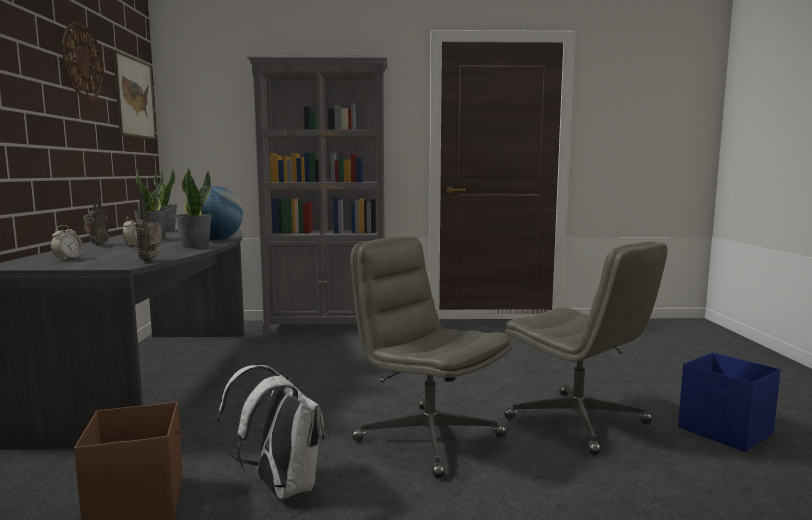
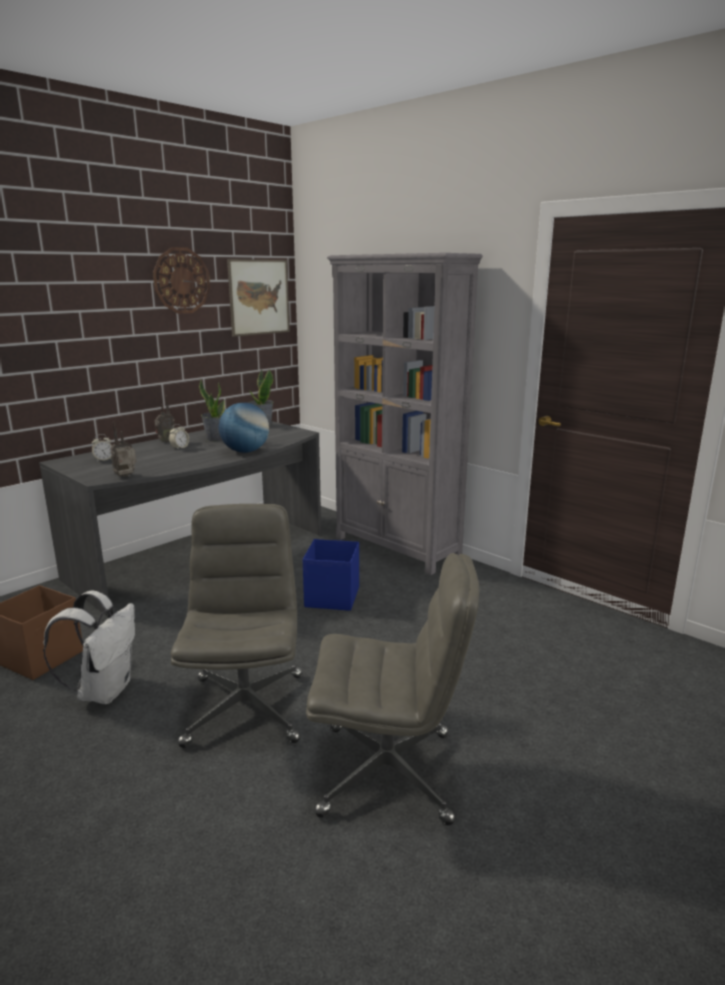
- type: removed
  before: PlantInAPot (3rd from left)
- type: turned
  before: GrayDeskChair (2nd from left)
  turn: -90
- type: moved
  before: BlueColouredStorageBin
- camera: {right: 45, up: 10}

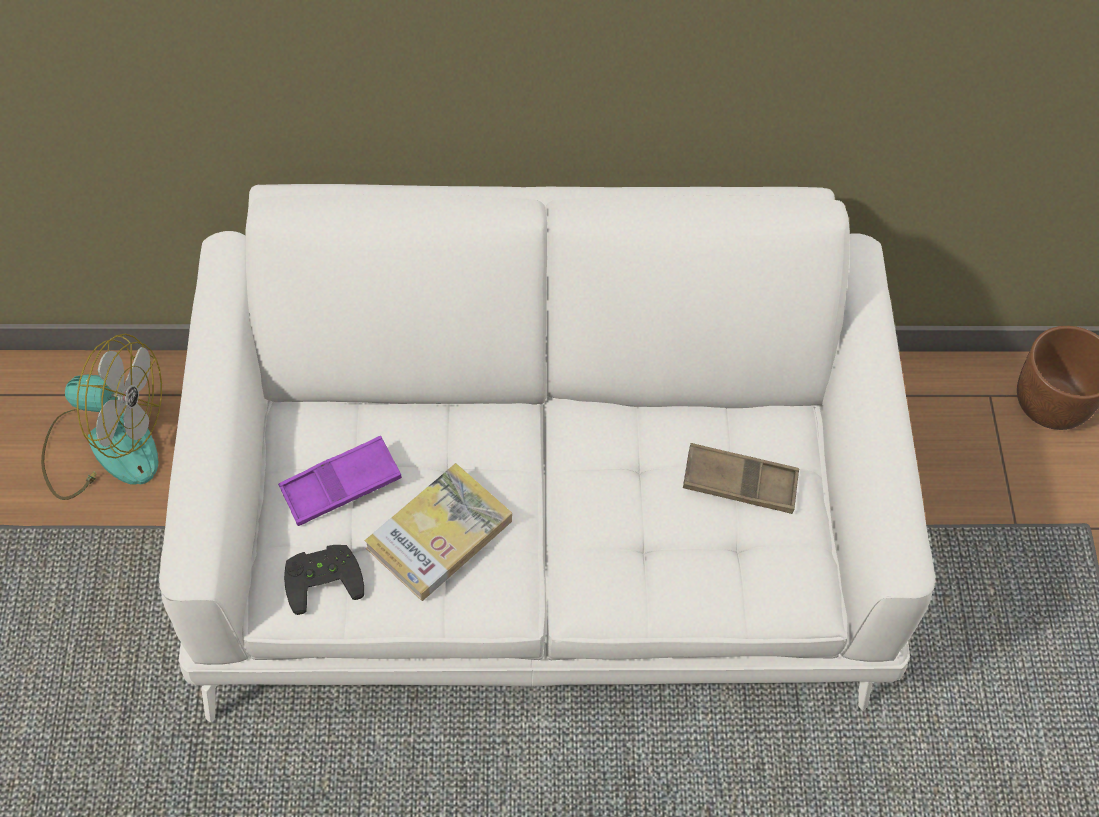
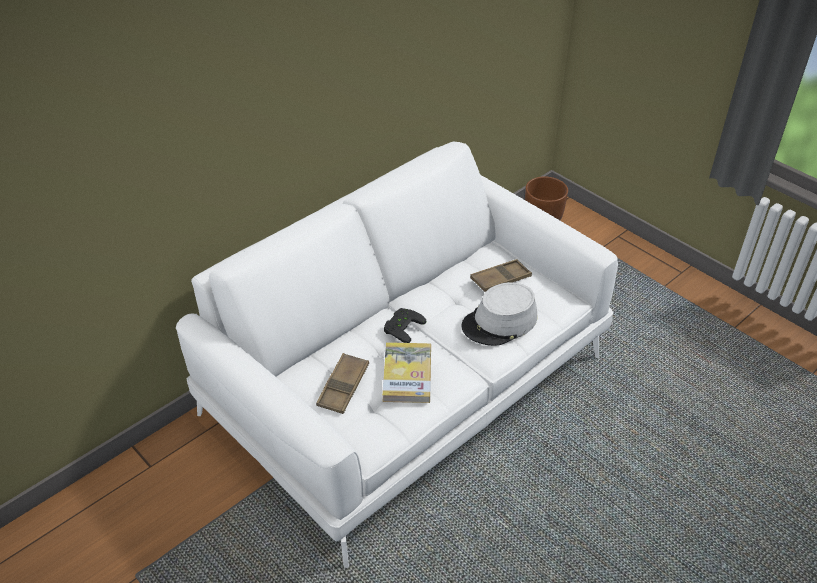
- type: removed
  before: Fan
- type: recoloured
  before: PurpleServingTray
  after: BrownServingTray (1st from left)
- type: moved
  before: BlackColouredGameController
- type: added
  after: GrayWearableHat
- camera: {right: -40, up: -15}

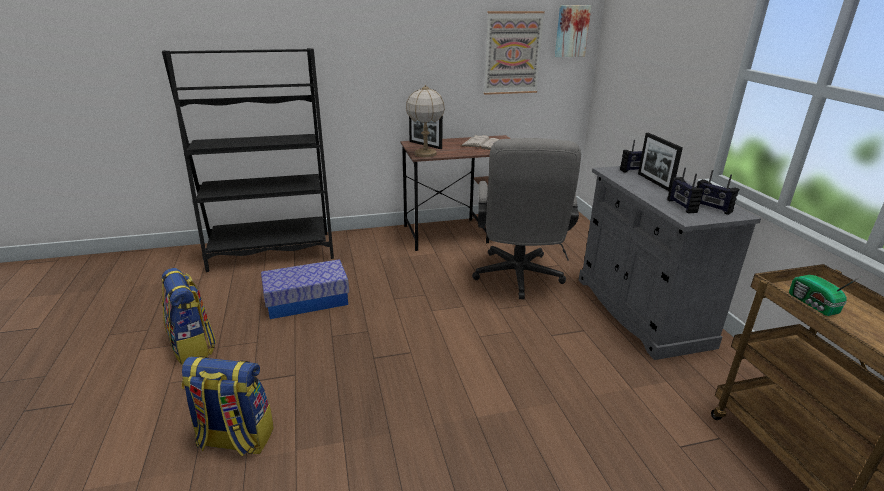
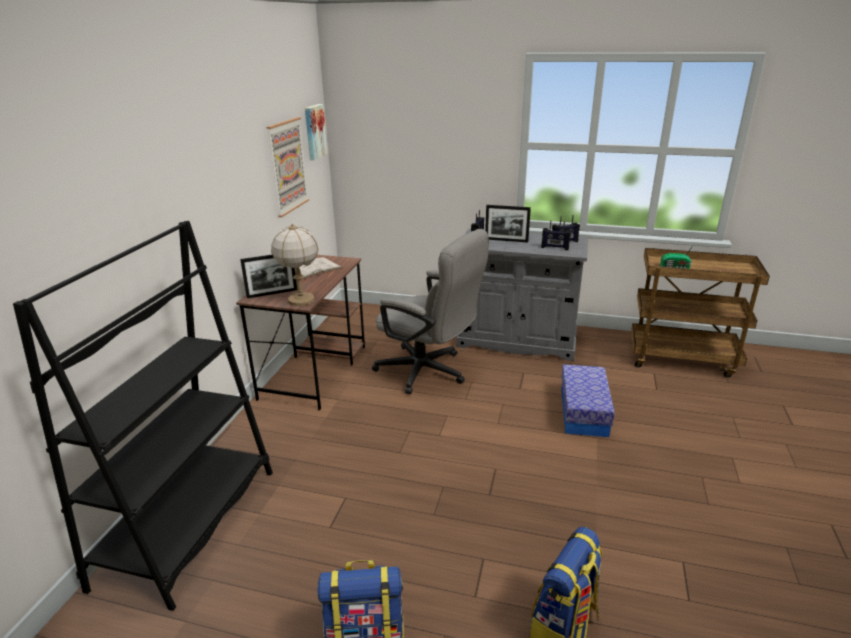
- type: moved
  before: StorageBin
- camera: {right: -60, up: 0}

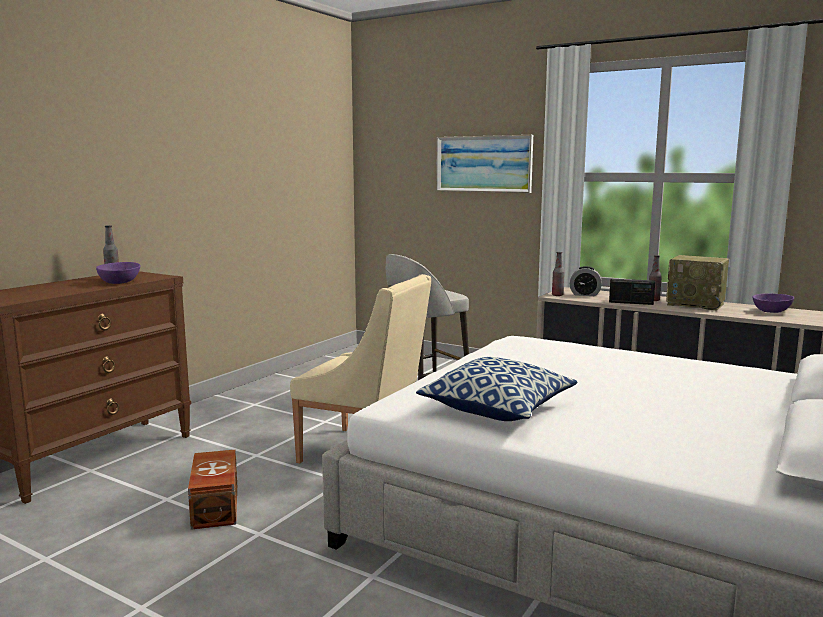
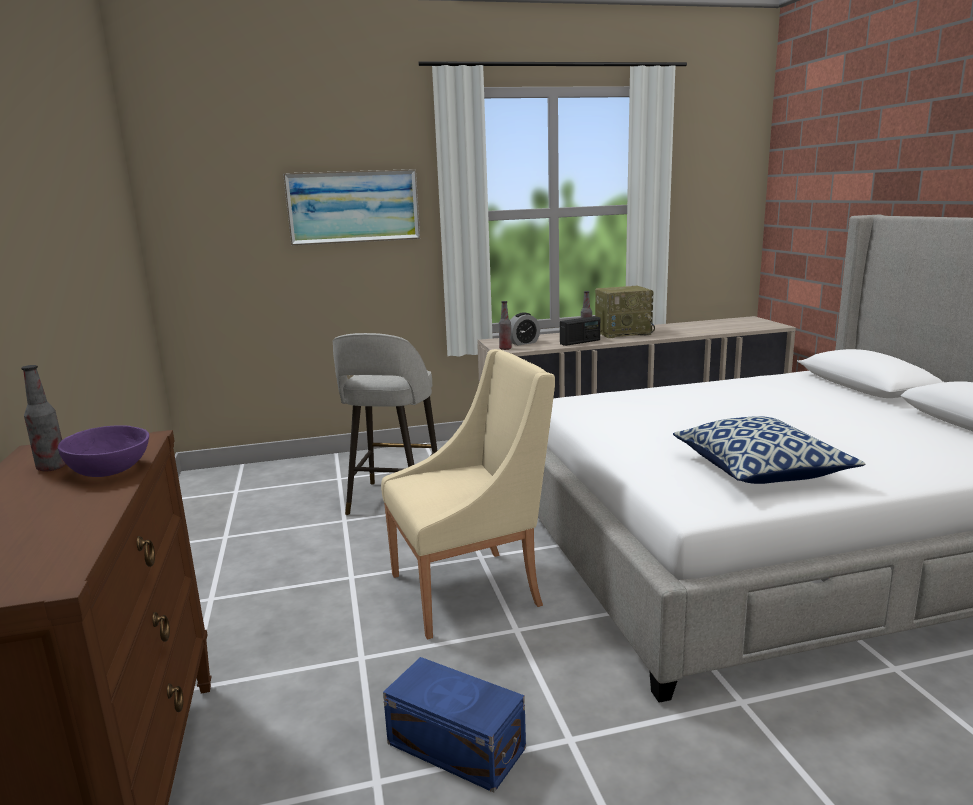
- type: recoloured
  before: BrownStorageBin
  after: BlueColouredStorageBin
- type: removed
  before: PurpleBowl (2nd from left)
- camera: {right: -45, up: 5}

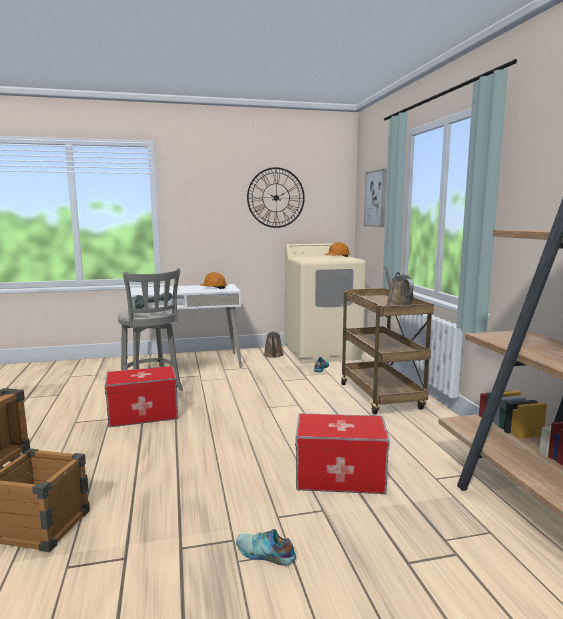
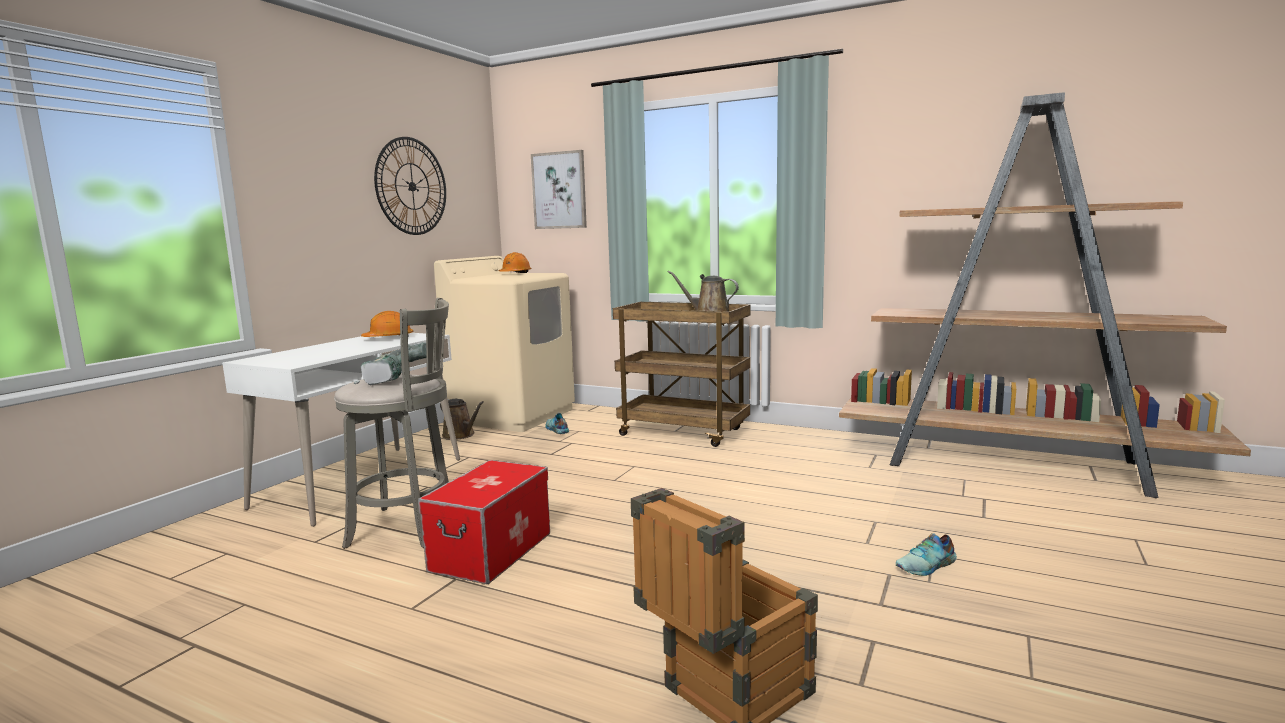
- type: removed
  before: StorageBin (2nd from left)
- camera: {right: -50, up: 0}

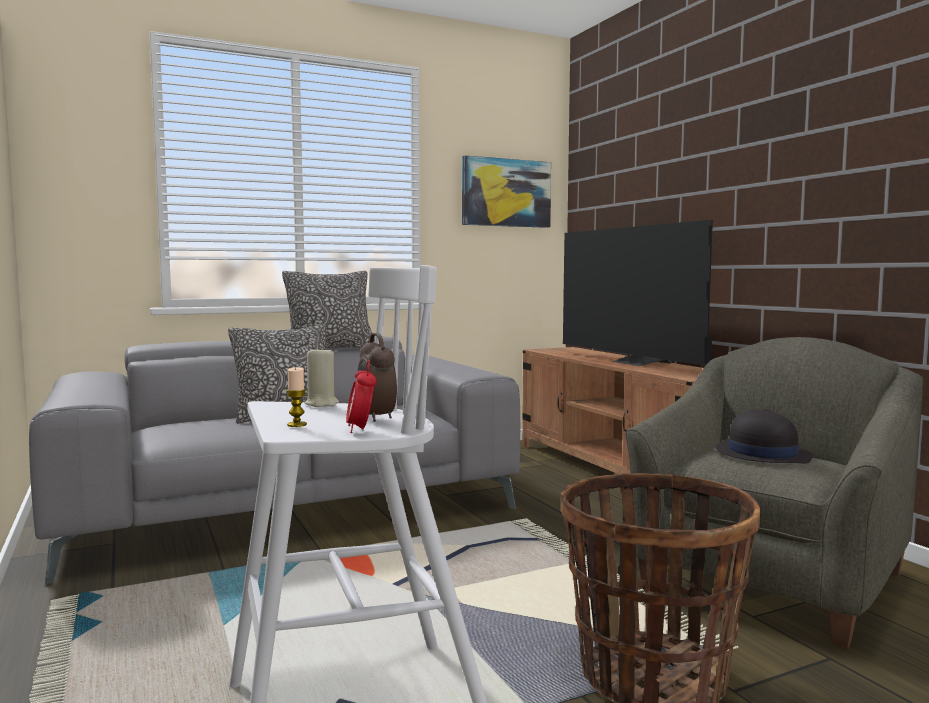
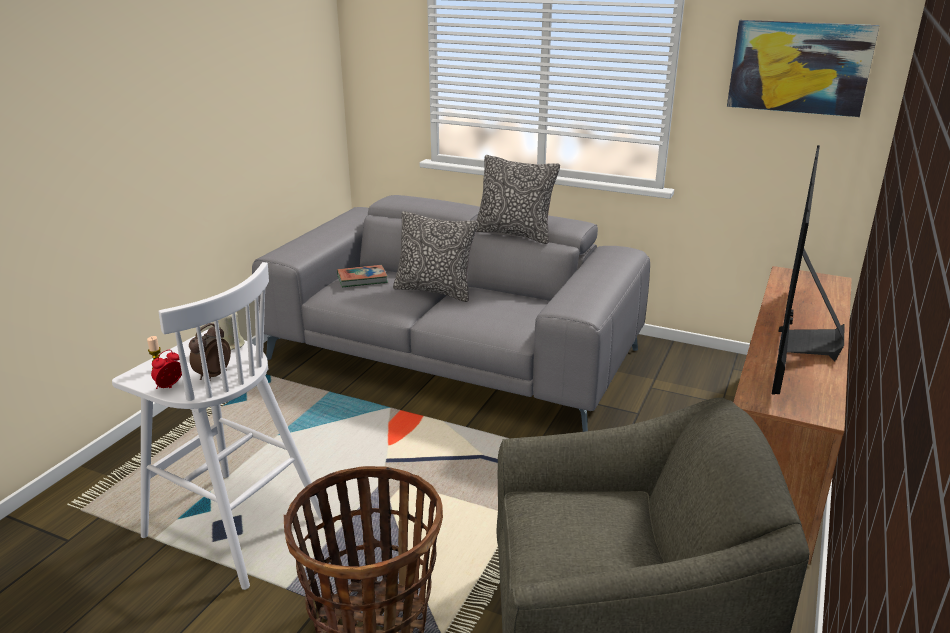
- type: removed
  before: BlackColouredWearableHat
- type: added
  after: Book
- camera: {right: 50, up: 20}

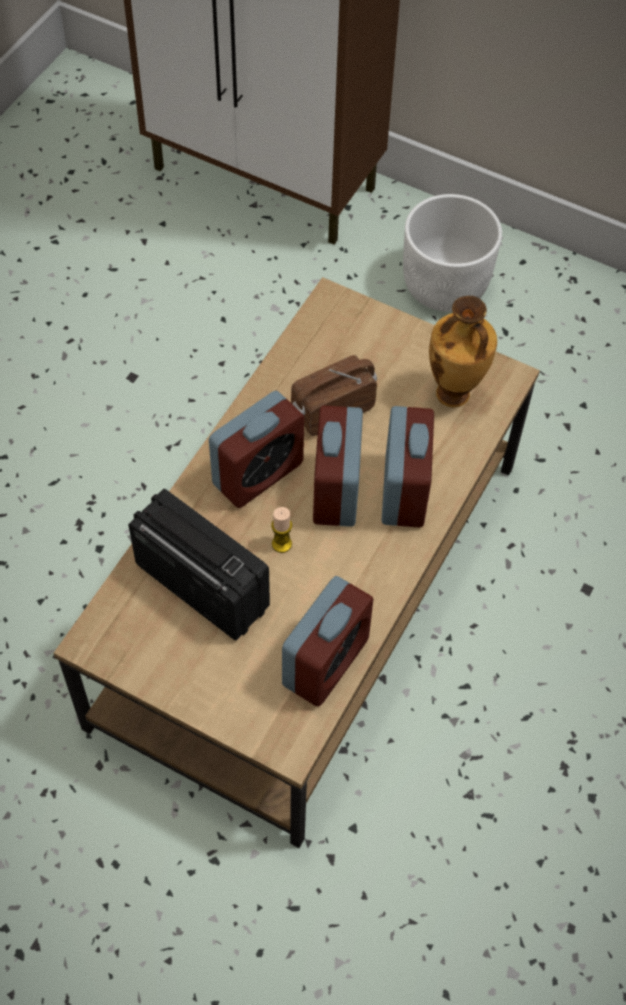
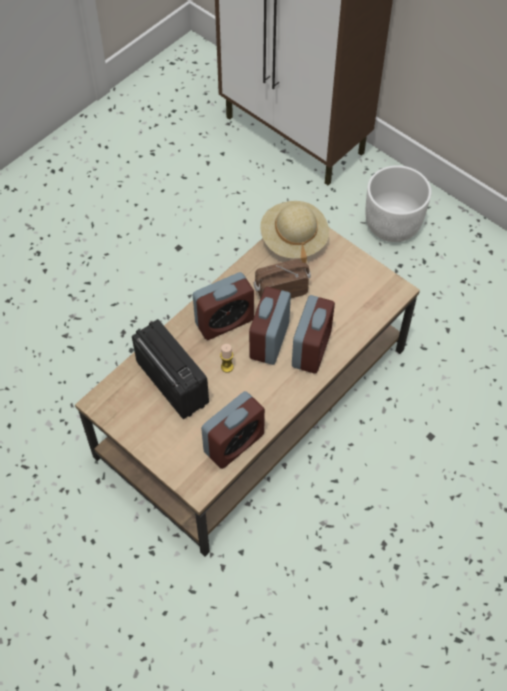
- type: removed
  before: Vase
- type: added
  after: BeigeWearableHat
- camera: {right: 15, up: 0}

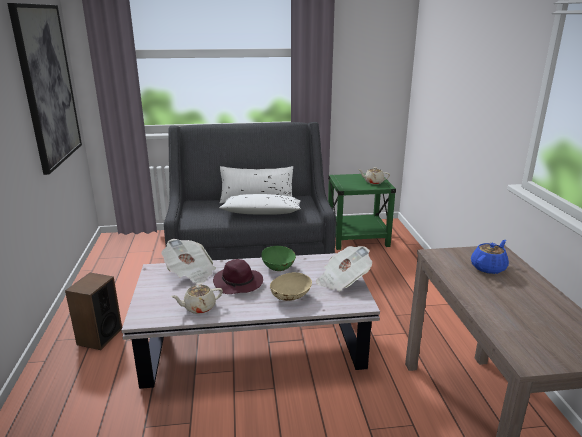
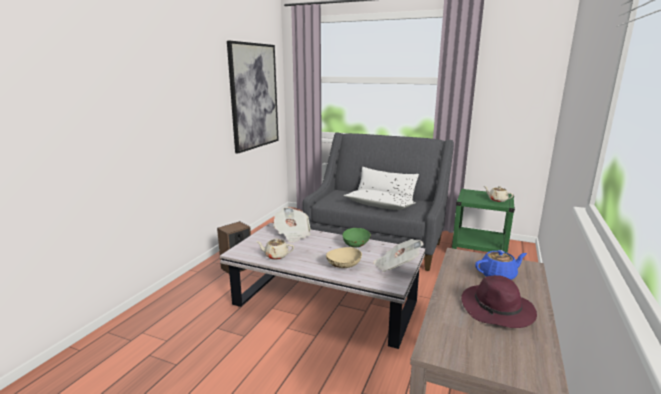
- type: moved
  before: PurpleWearableHat
- camera: {right: 30, up: -5}

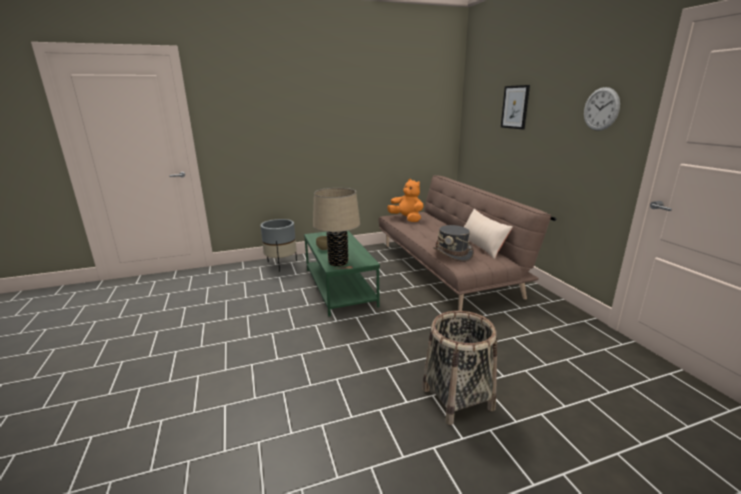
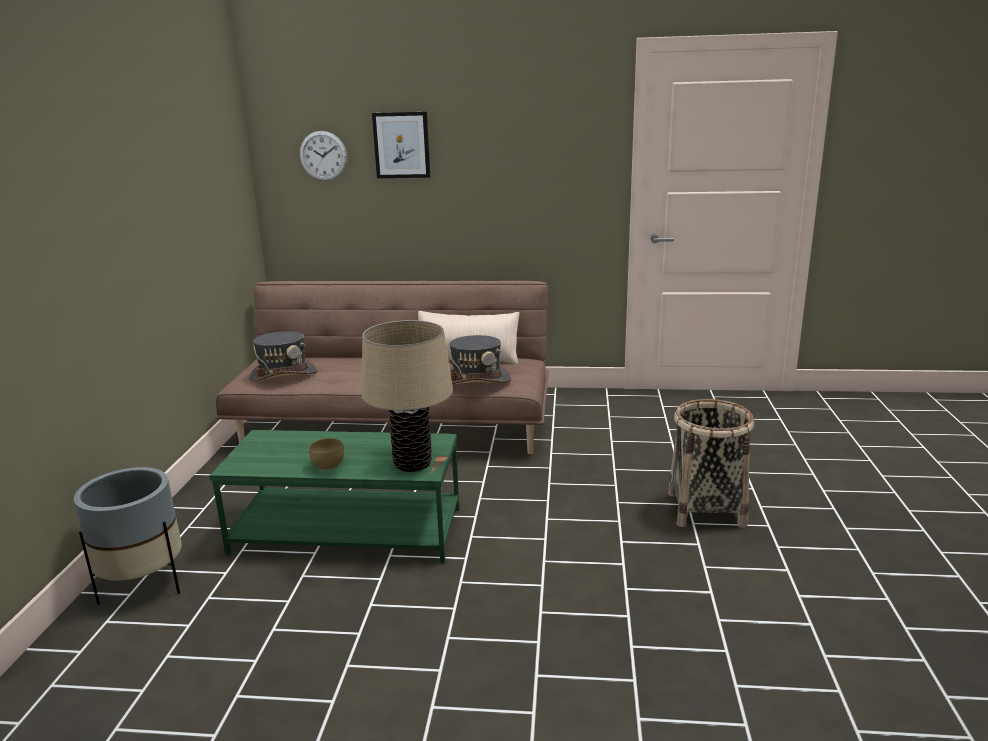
- type: replaced
  before: OrangeColouredCuddlyToy
  after: GrayWearableHat (1st from left)
- type: moved
  before: HangingClock
- camera: {right: -65, up: 0}

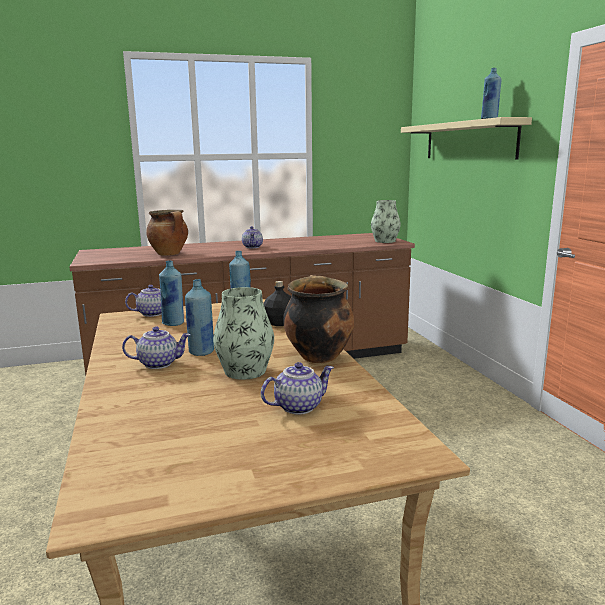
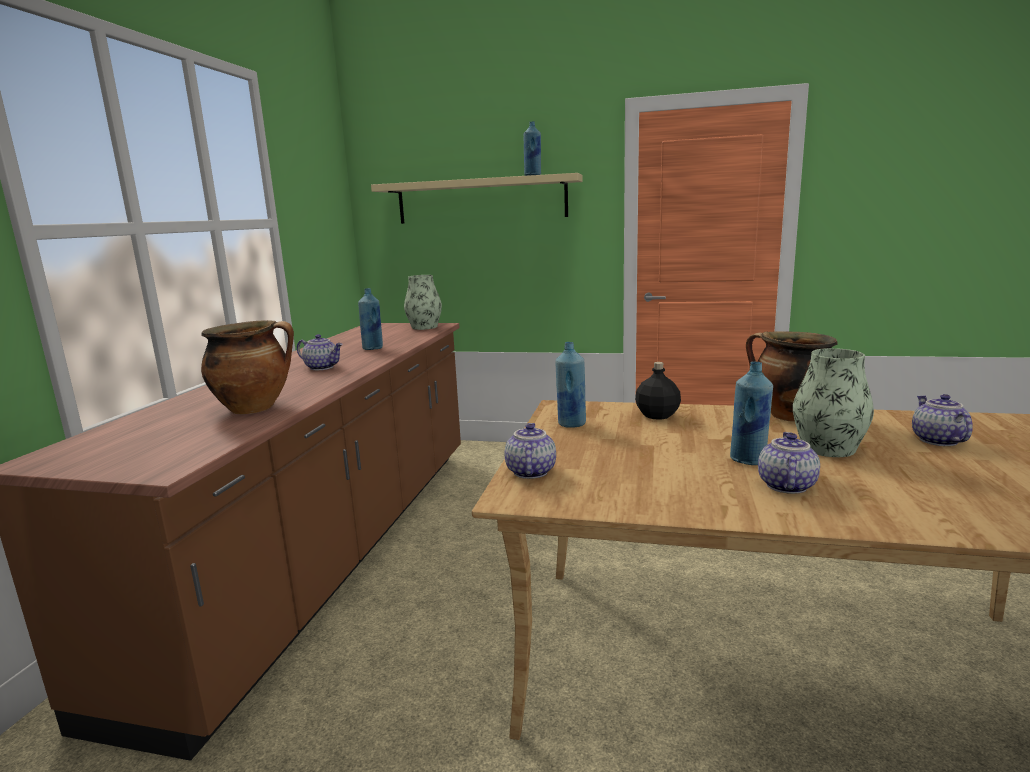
- type: moved
  before: BlueColouredBottle (1st from left)
- camera: {right: -60, up: 0}

